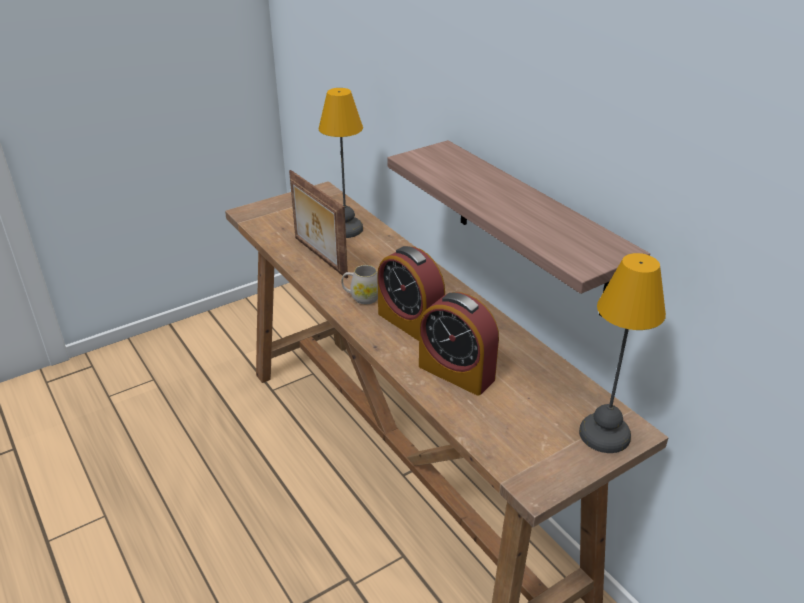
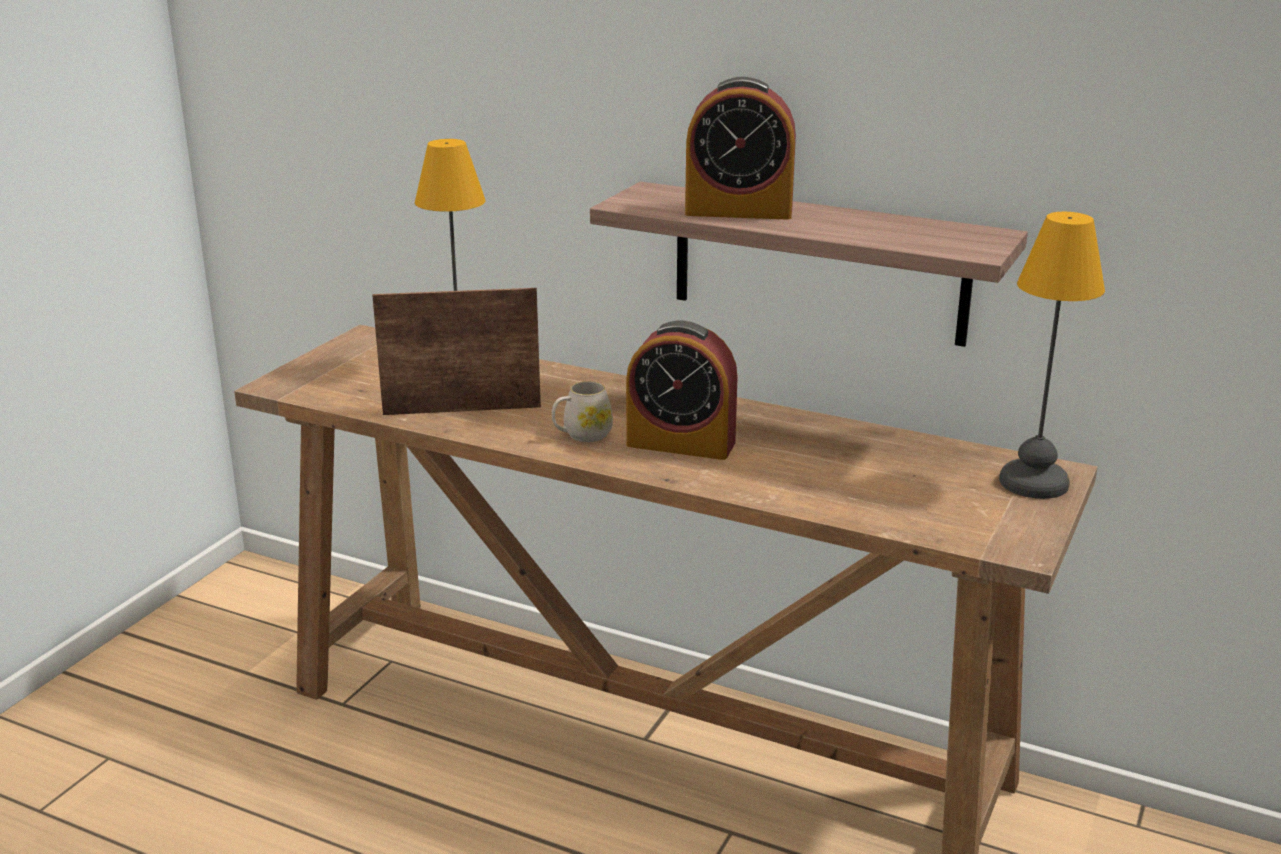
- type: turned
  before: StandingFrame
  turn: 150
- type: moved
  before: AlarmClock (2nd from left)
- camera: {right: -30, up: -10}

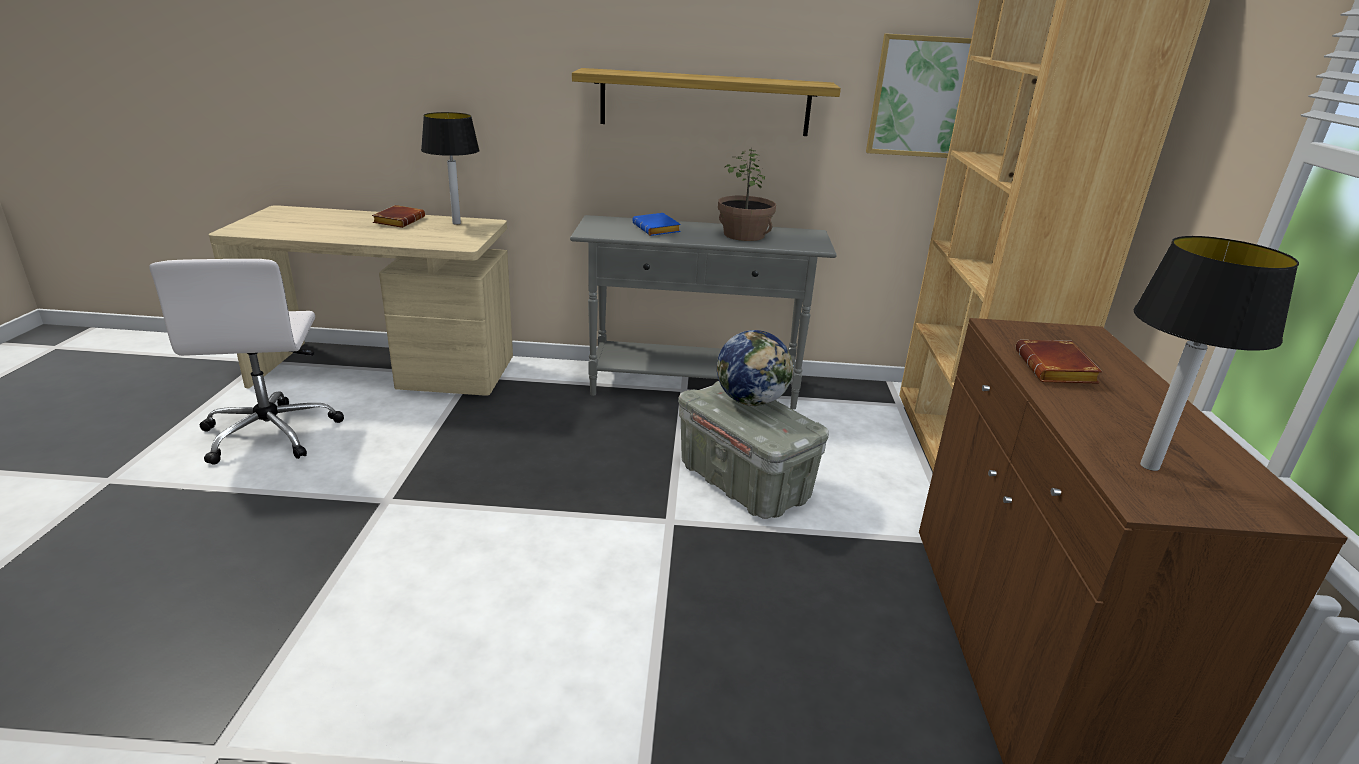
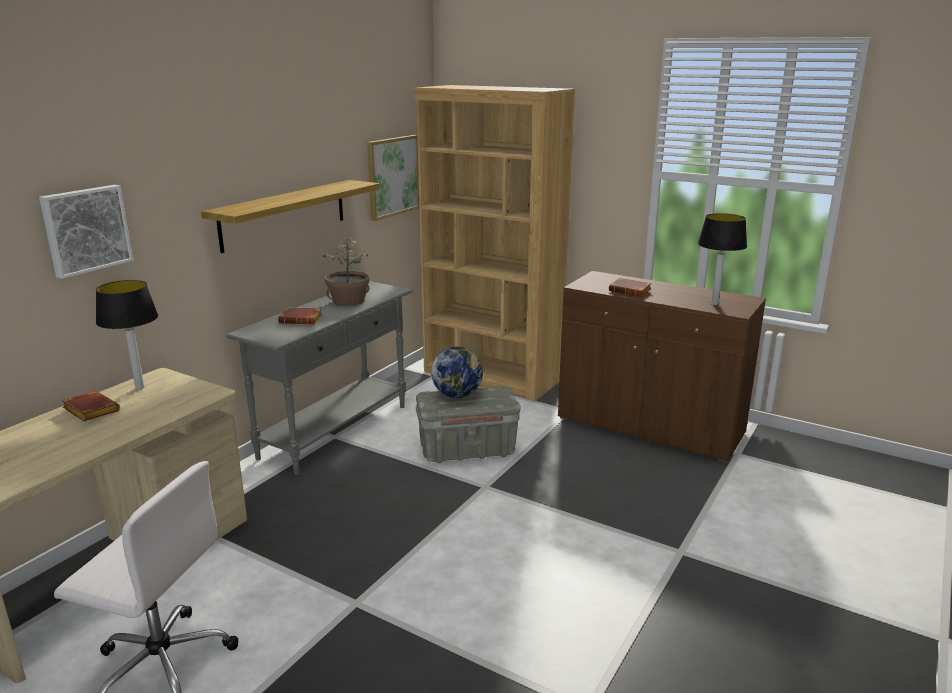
- type: recoloured
  before: BlueColouredBook
  after: BrownBook (2nd from left)
- type: added
  after: WallArt (1st from left)
- camera: {right: -60, up: -5}

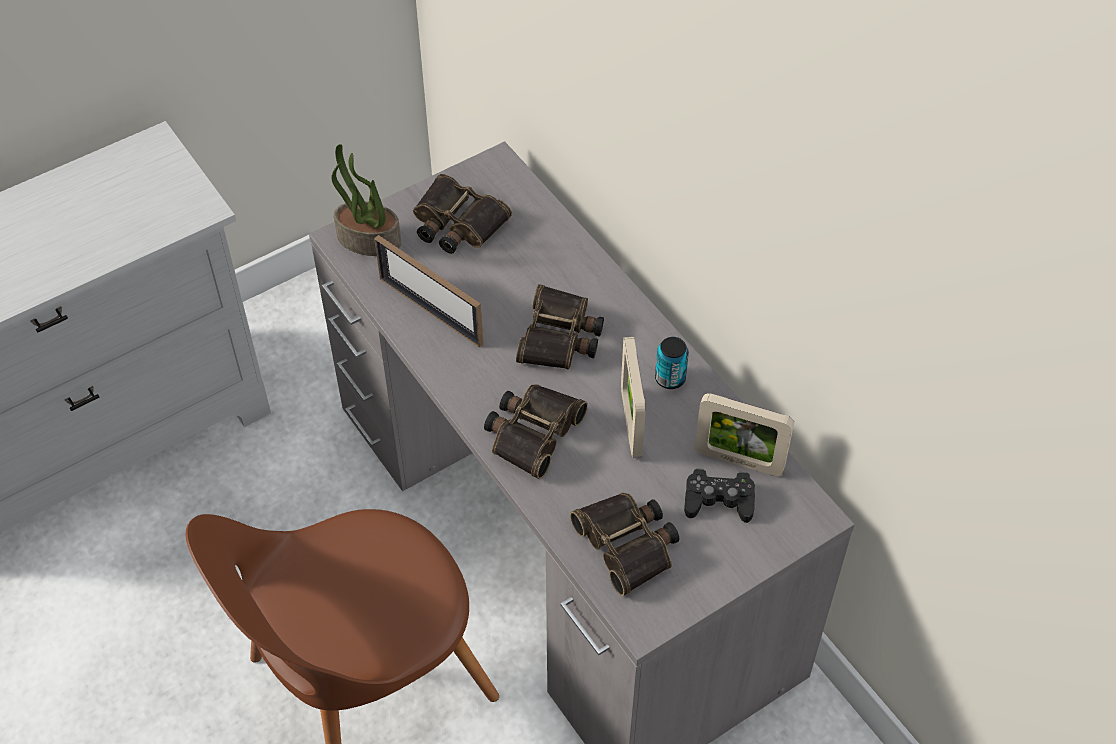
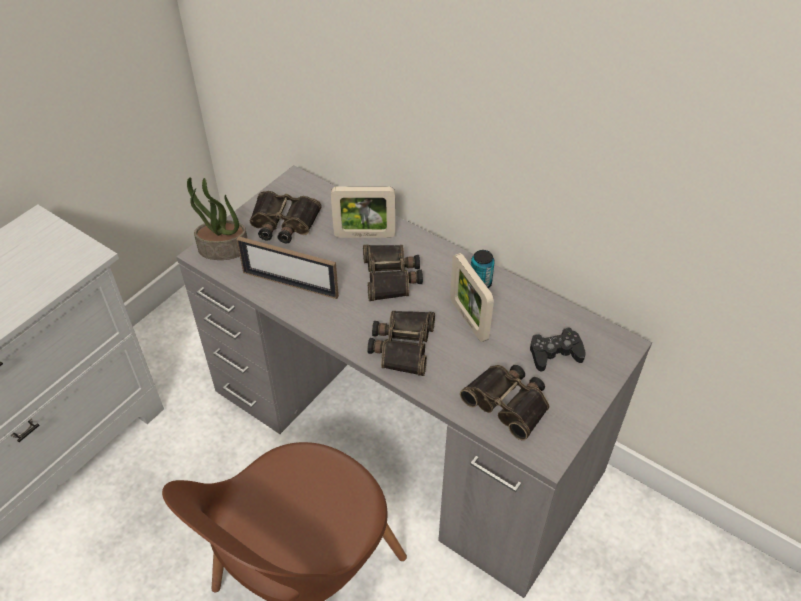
- type: moved
  before: StandingFrame (3rd from left in the first image)
  after: StandingFrame (2nd from left)
- camera: {right: -20, up: -5}

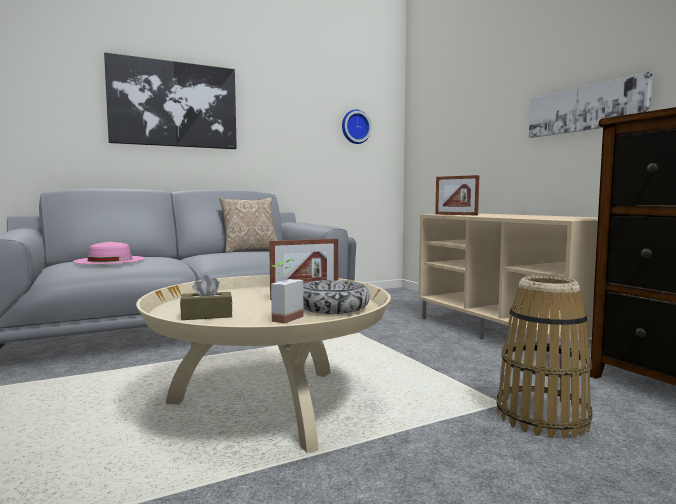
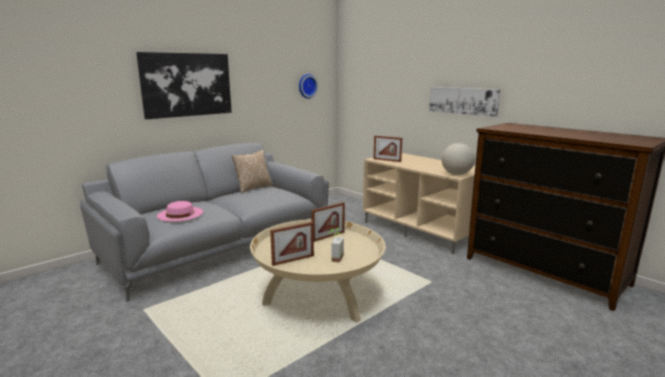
- type: replaced
  before: BrownBoxOfTissues
  after: StandingFrame (1st from left)
- type: removed
  before: Bowl
- type: removed
  before: StorageBasket
- type: added
  after: WorldGlobe
- camera: {right: -15, up: 10}

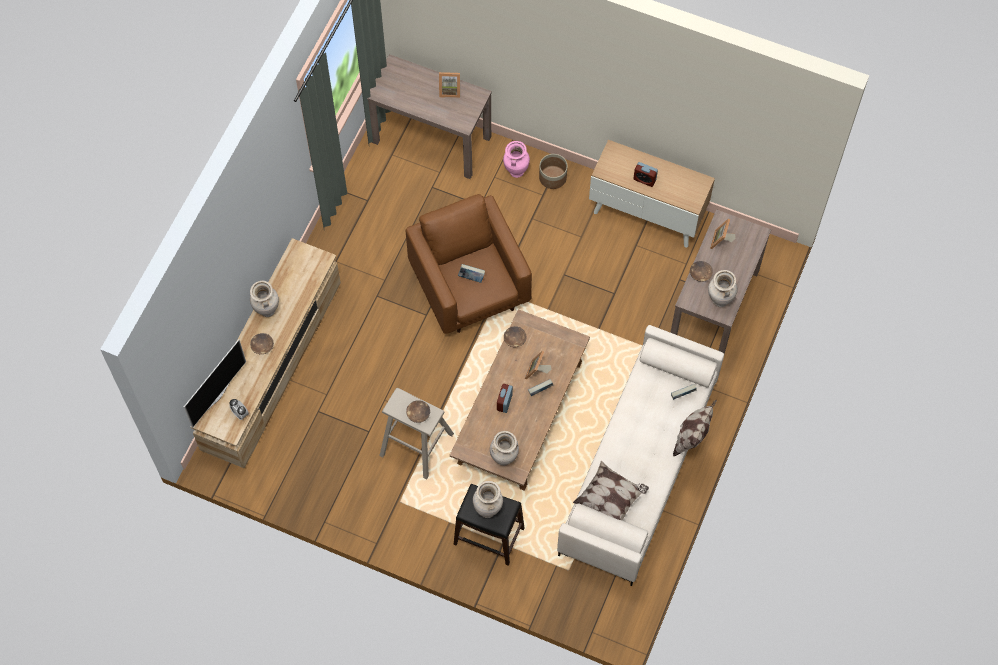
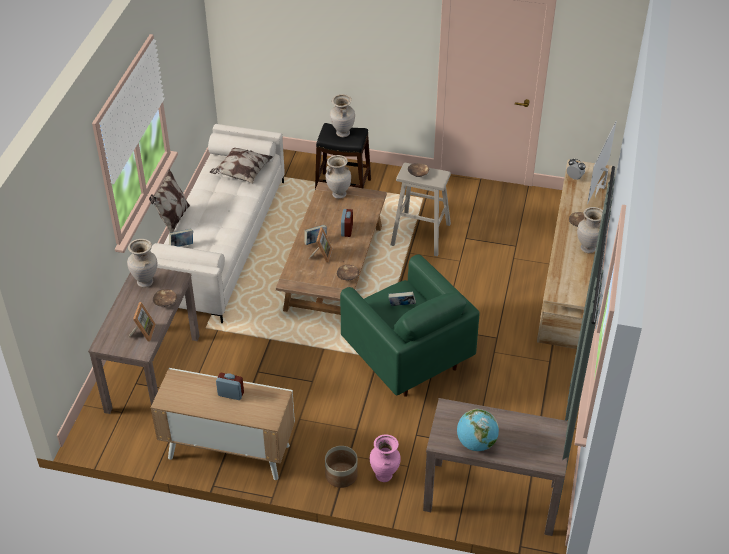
- type: recoloured
  before: BrownEasyChair
  after: GreenEasyChair
- type: replaced
  before: StandingFrame (1st from left)
  after: WorldGlobe
- camera: {right: 170, up: -20}

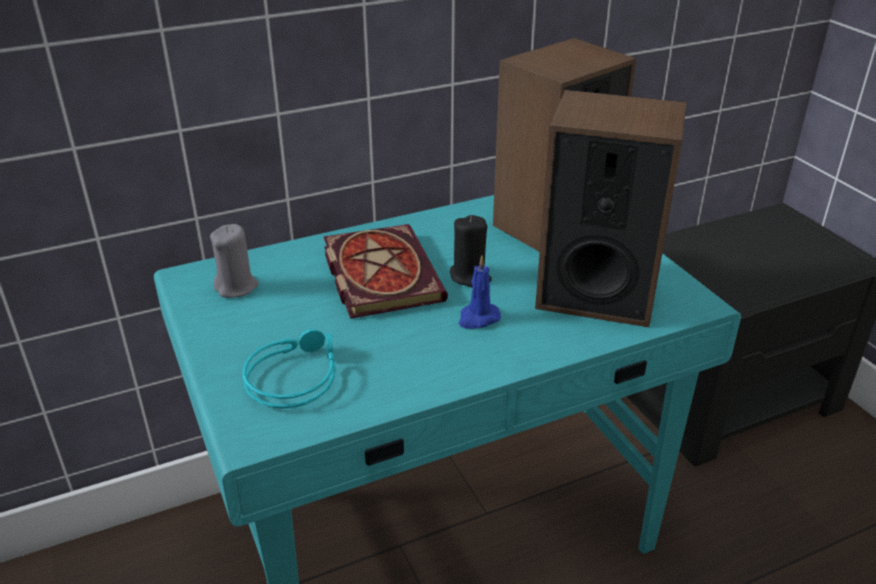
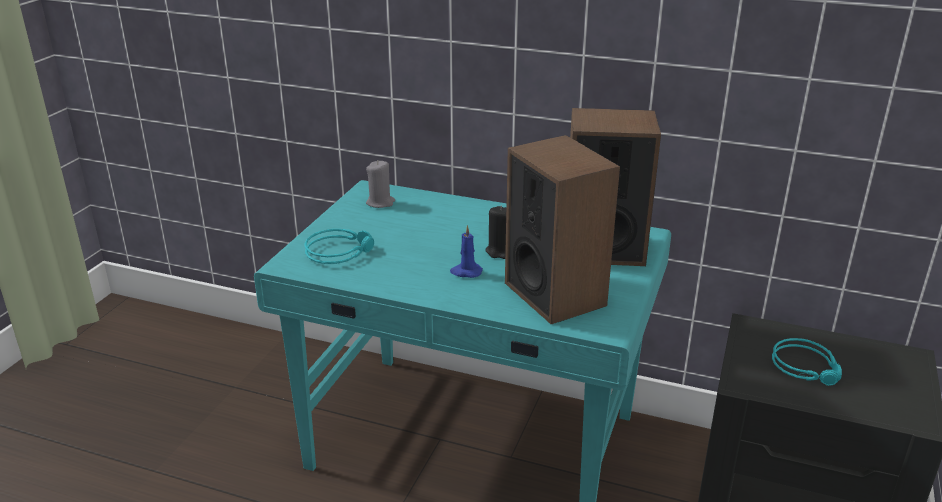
- type: removed
  before: Book
- type: added
  after: TurquoiseColouredPairOfHeadphones (2nd from left)
- camera: {right: 45, up: -5}

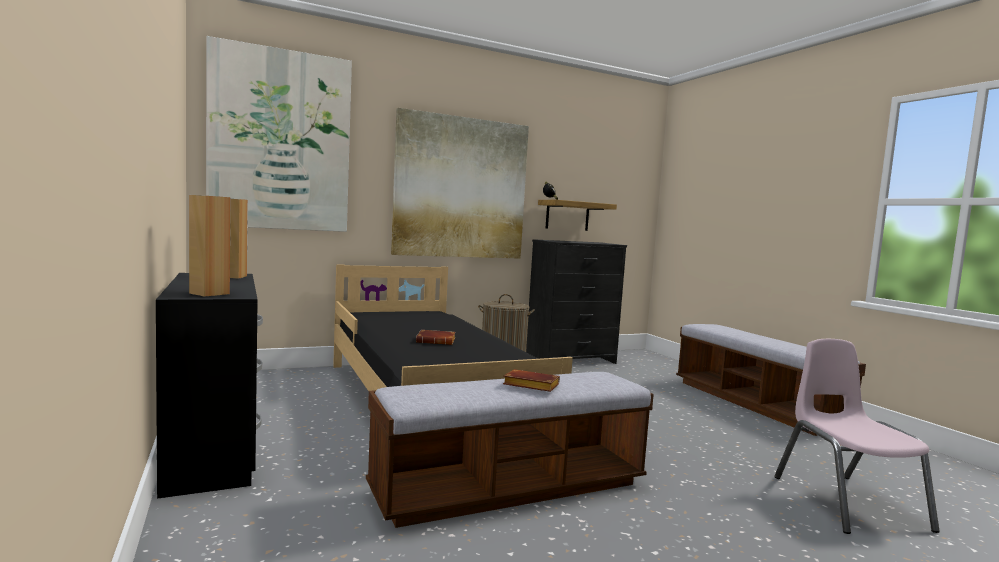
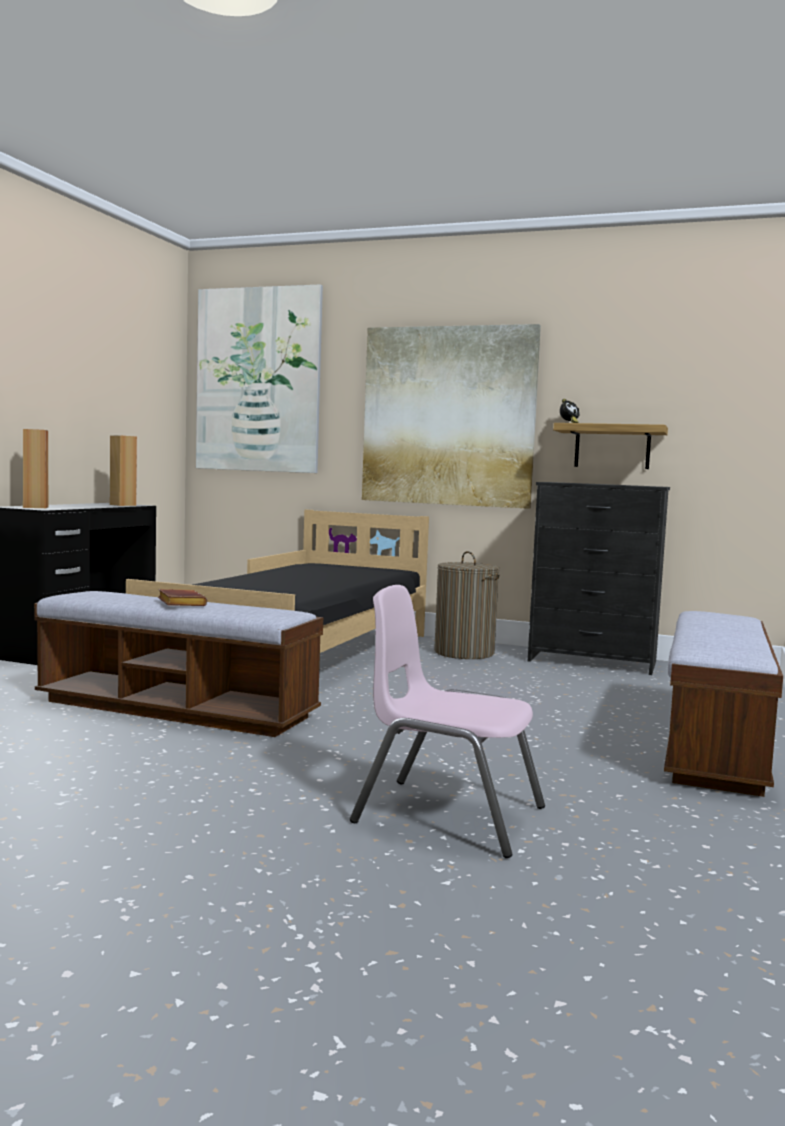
- type: removed
  before: BrownBook (1st from left)
- type: turned
  before: PinkColouredUprightChair
  turn: -105
- camera: {right: 45, up: 0}

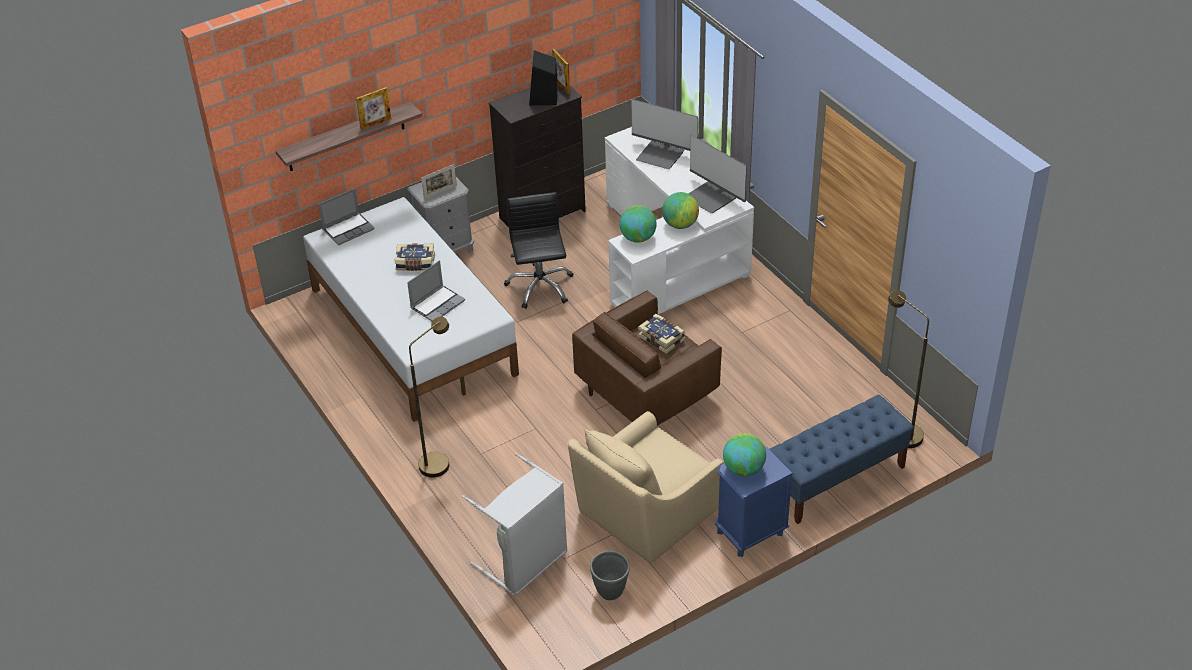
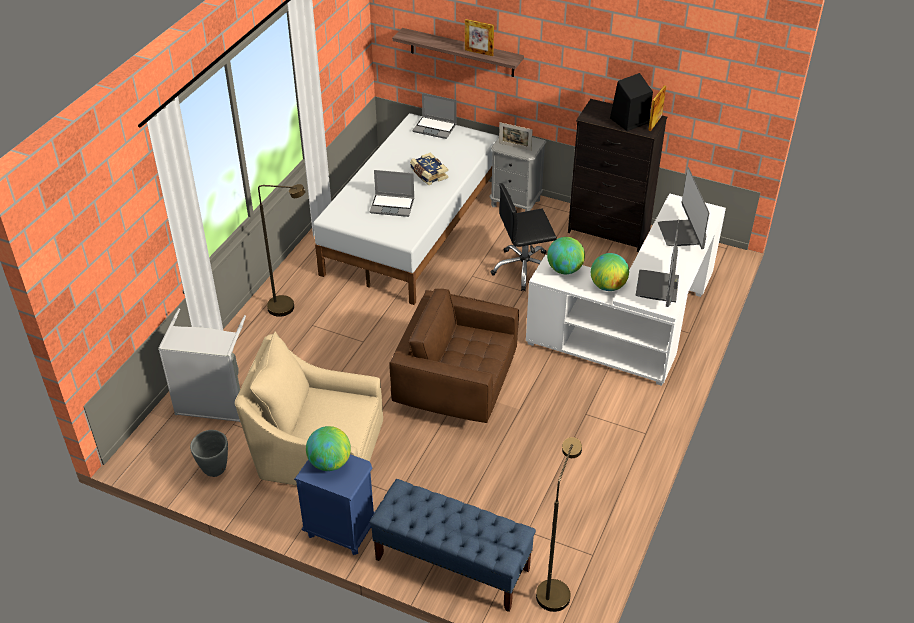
- type: turned
  before: BlackColouredDeskChair
  turn: -150
- type: removed
  before: Book (2nd from left)
- camera: {right: 55, up: 0}

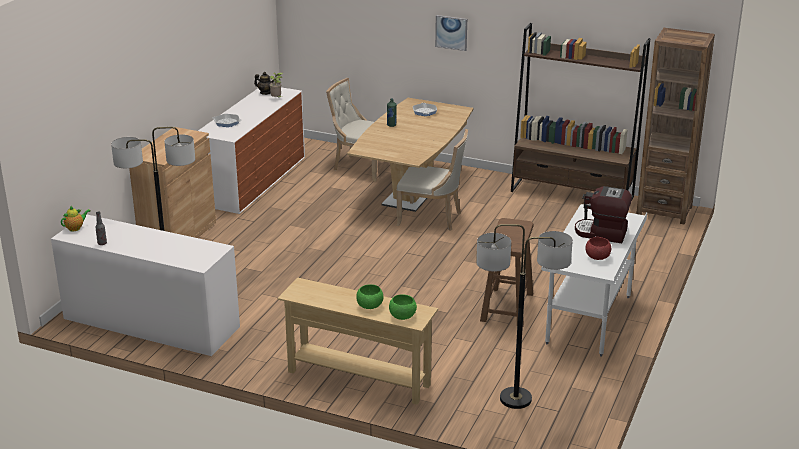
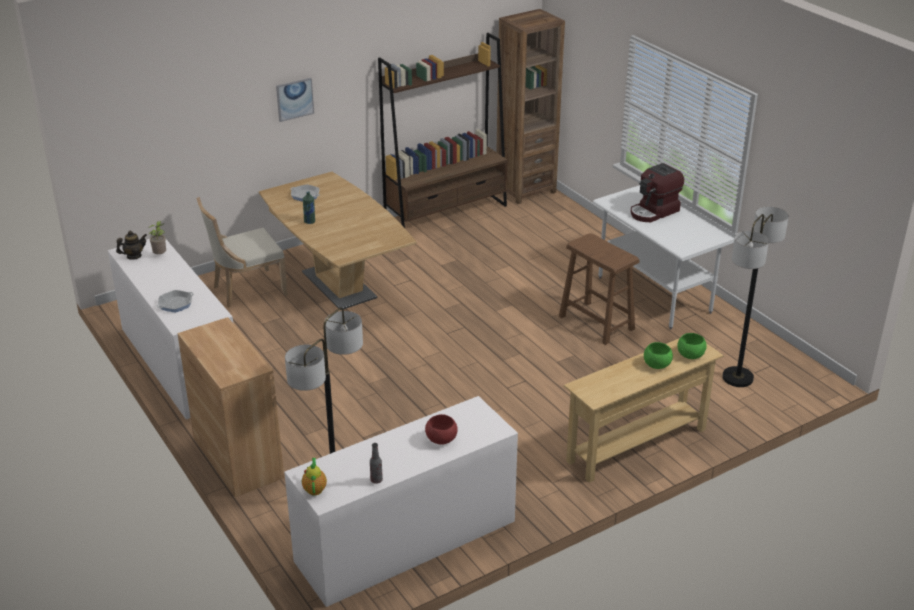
- type: removed
  before: BeigeUprightChair (2nd from left)
- type: moved
  before: RedBowl
- camera: {right: -55, up: 5}

